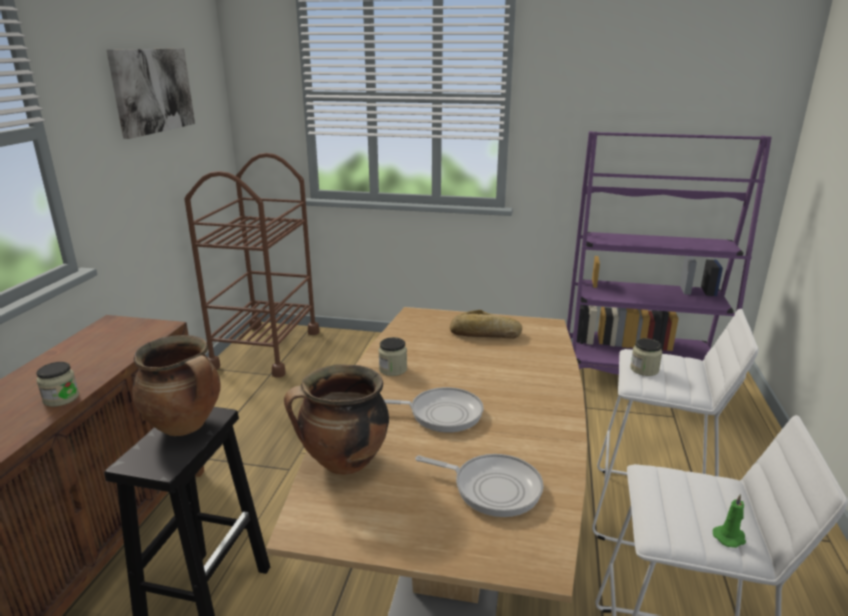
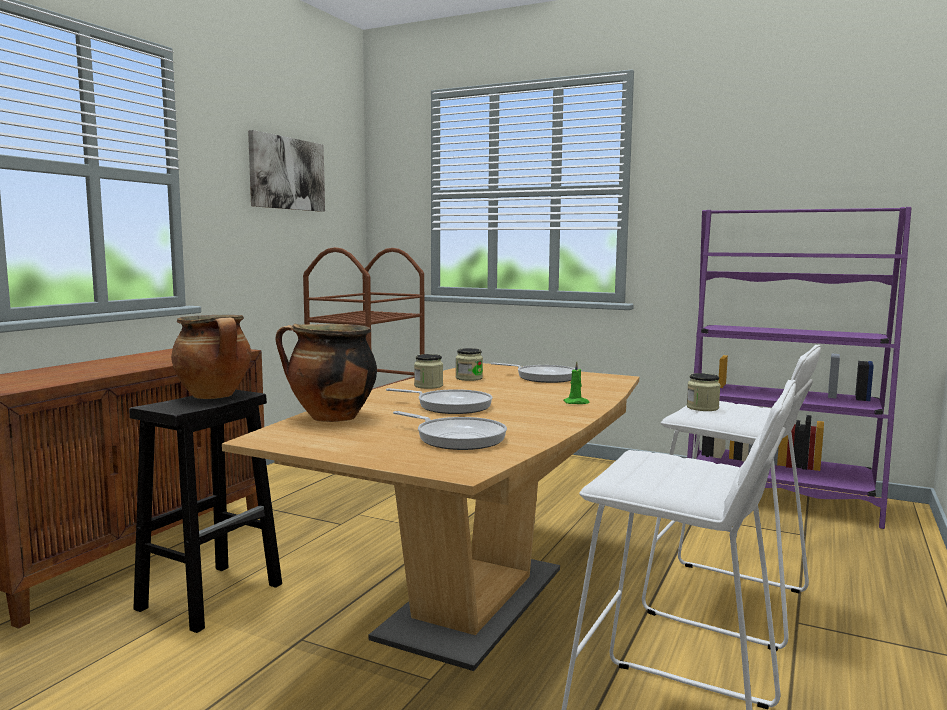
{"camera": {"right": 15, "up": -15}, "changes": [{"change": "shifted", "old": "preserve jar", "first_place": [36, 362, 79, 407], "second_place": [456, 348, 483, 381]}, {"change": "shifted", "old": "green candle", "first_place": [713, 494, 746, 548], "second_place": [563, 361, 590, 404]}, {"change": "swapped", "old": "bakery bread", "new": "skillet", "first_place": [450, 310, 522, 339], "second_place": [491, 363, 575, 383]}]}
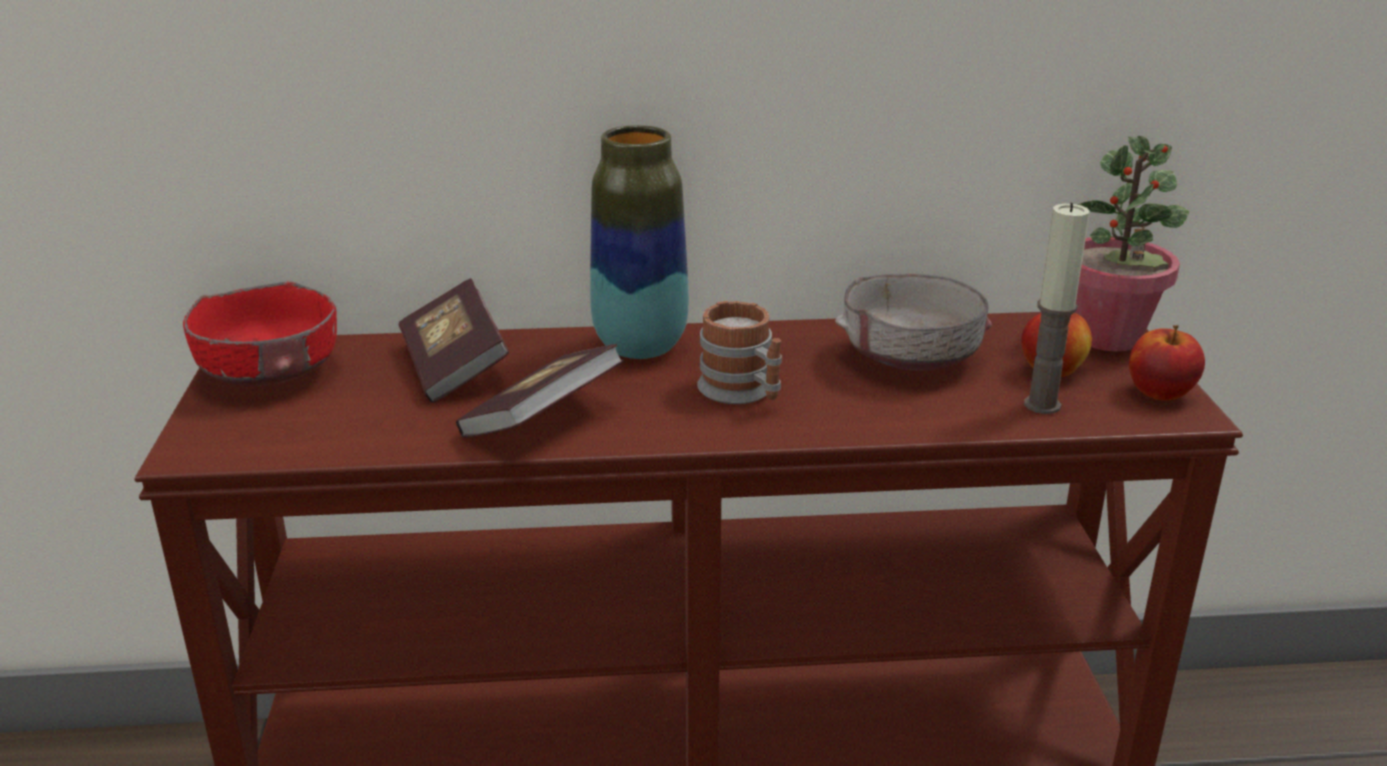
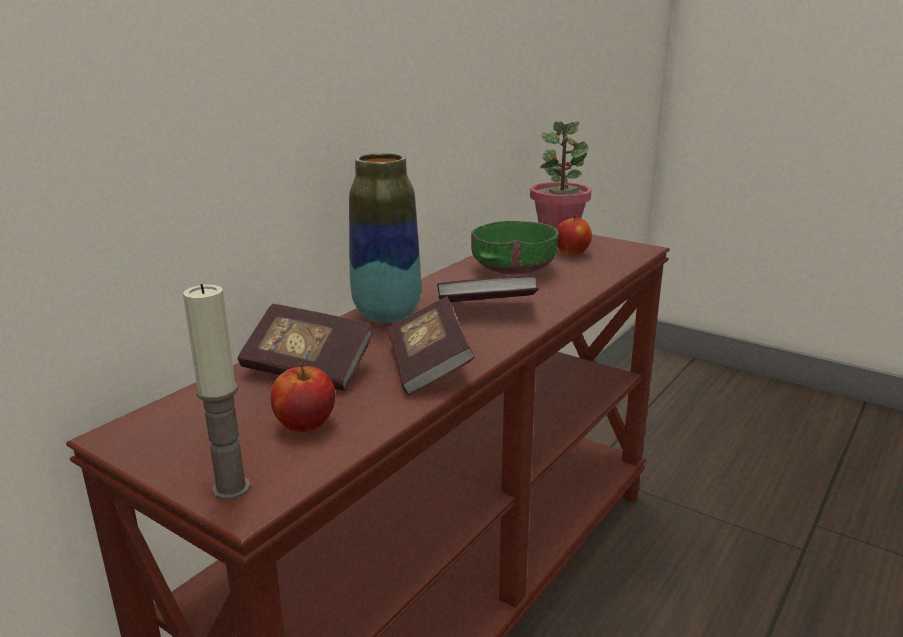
{"camera": {"right": -50, "up": -5}, "changes": [{"change": "gone", "old": "red serving bowl", "first_place": [183, 281, 337, 386]}, {"change": "shifted", "old": "candle", "first_place": [1024, 203, 1090, 414], "second_place": [183, 284, 250, 500]}, {"change": "shifted", "old": "apple fruit", "first_place": [1129, 325, 1205, 401], "second_place": [270, 362, 336, 432]}, {"change": "swapped", "old": "mug", "new": "book", "first_place": [697, 301, 782, 404], "second_place": [437, 276, 539, 302]}, {"change": "repainted", "old": "grey serving bowl", "new": "green serving bowl", "first_place": [835, 274, 992, 371], "second_place": [471, 221, 559, 274]}]}
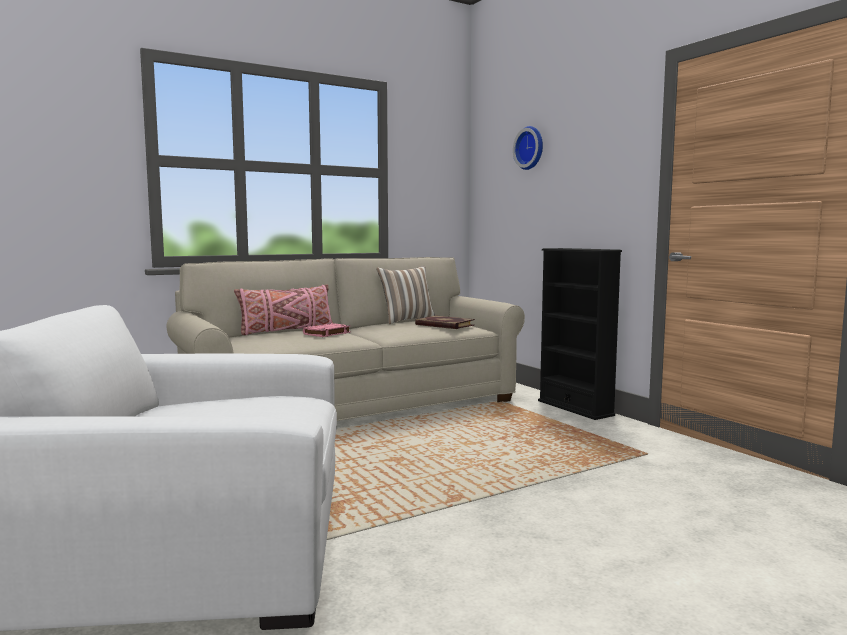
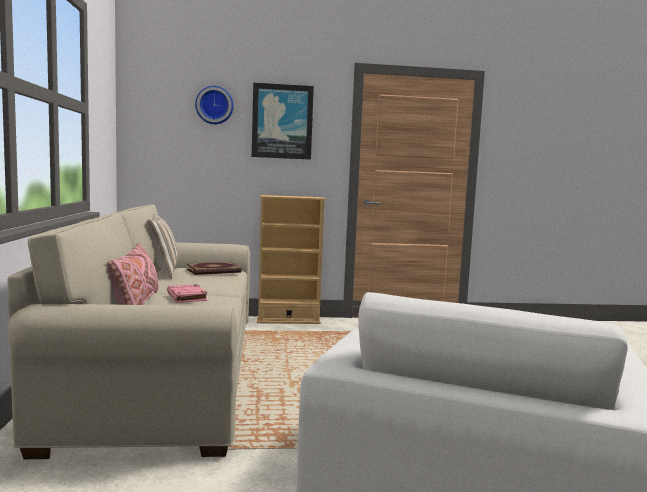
{"camera": {"right": -65, "up": 0}, "changes": [{"change": "new", "new": "wall art", "second_place": [252, 83, 314, 160]}, {"change": "repainted", "old": "black-coloured shelving unit", "new": "sand-coloured shelving unit", "first_place": [538, 248, 622, 420], "second_place": [257, 195, 326, 324]}]}
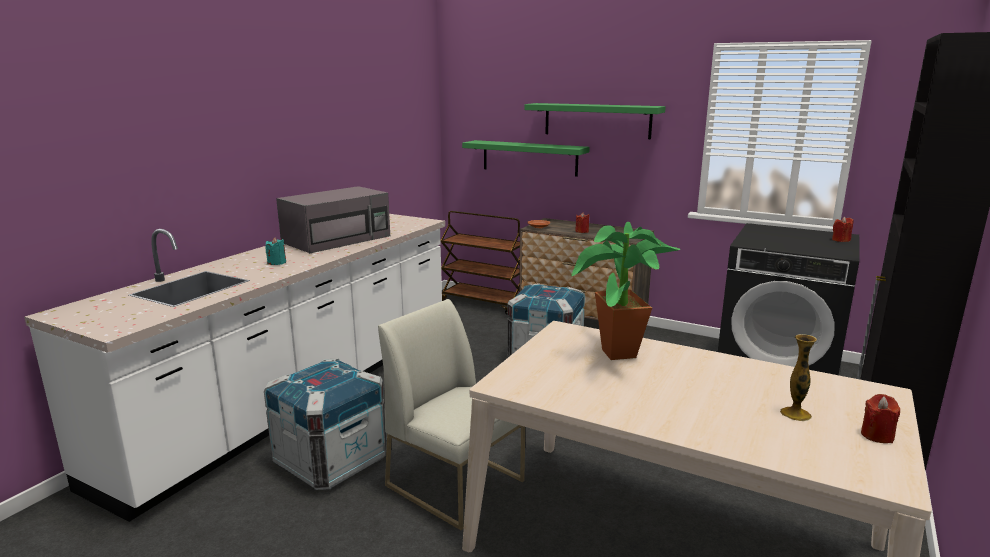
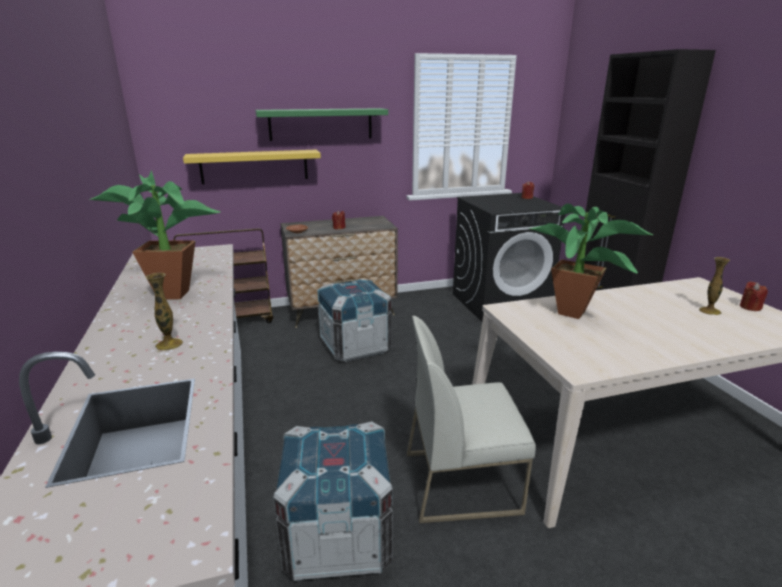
{"camera": {"right": -45, "up": 5}, "changes": [{"change": "swapped", "old": "blue-green candle", "new": "decorative vase", "first_place": [265, 237, 286, 265], "second_place": [146, 273, 183, 351]}, {"change": "swapped", "old": "grey kitchen microwave", "new": "potted plant", "first_place": [276, 186, 390, 253], "second_place": [90, 170, 221, 299]}, {"change": "repainted", "old": "green shelf", "new": "yellow shelf", "first_place": [462, 140, 590, 177], "second_place": [183, 150, 321, 184]}]}
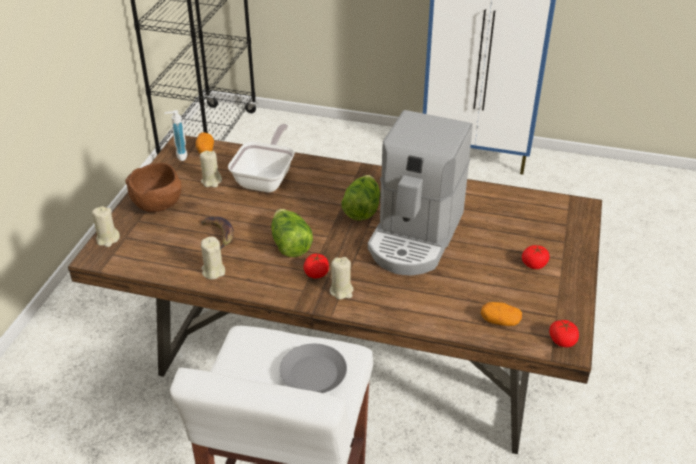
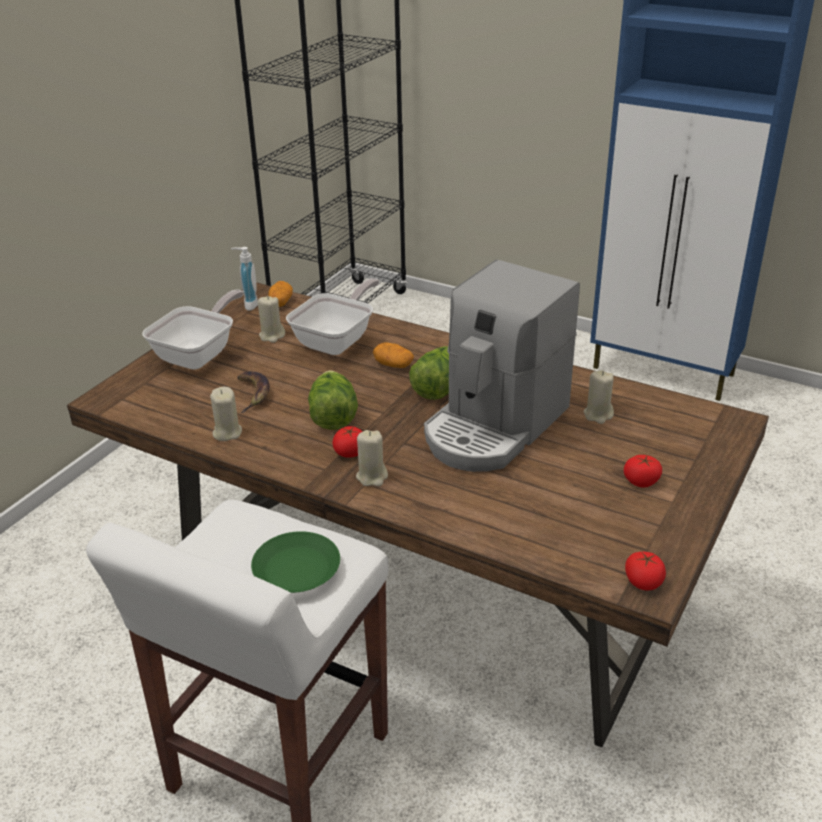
{"camera": {"right": 15, "up": -5}, "changes": [{"change": "shifted", "old": "sand-coloured candle", "first_place": [92, 206, 120, 247], "second_place": [583, 370, 614, 424]}, {"change": "shifted", "old": "whole potato", "first_place": [481, 302, 522, 326], "second_place": [373, 342, 414, 368]}, {"change": "swapped", "old": "brown-coloured serving bowl", "new": "skillet", "first_place": [125, 163, 182, 212], "second_place": [142, 290, 244, 370]}, {"change": "repainted", "old": "grey flat dish", "new": "green flat dish", "first_place": [280, 344, 347, 393], "second_place": [251, 531, 340, 593]}]}
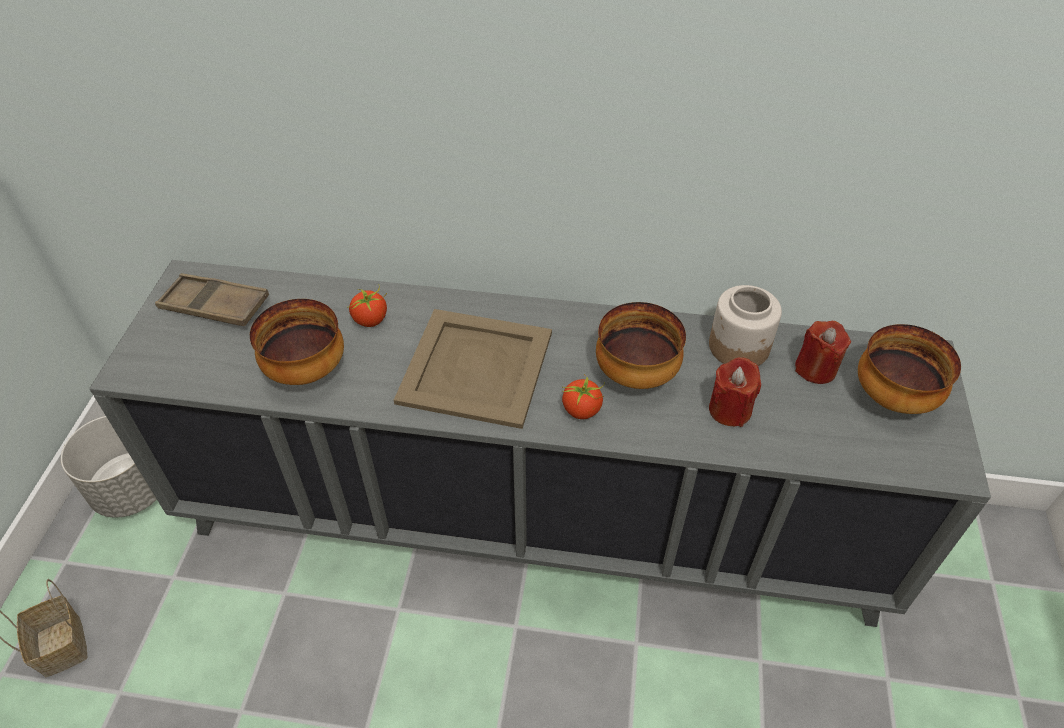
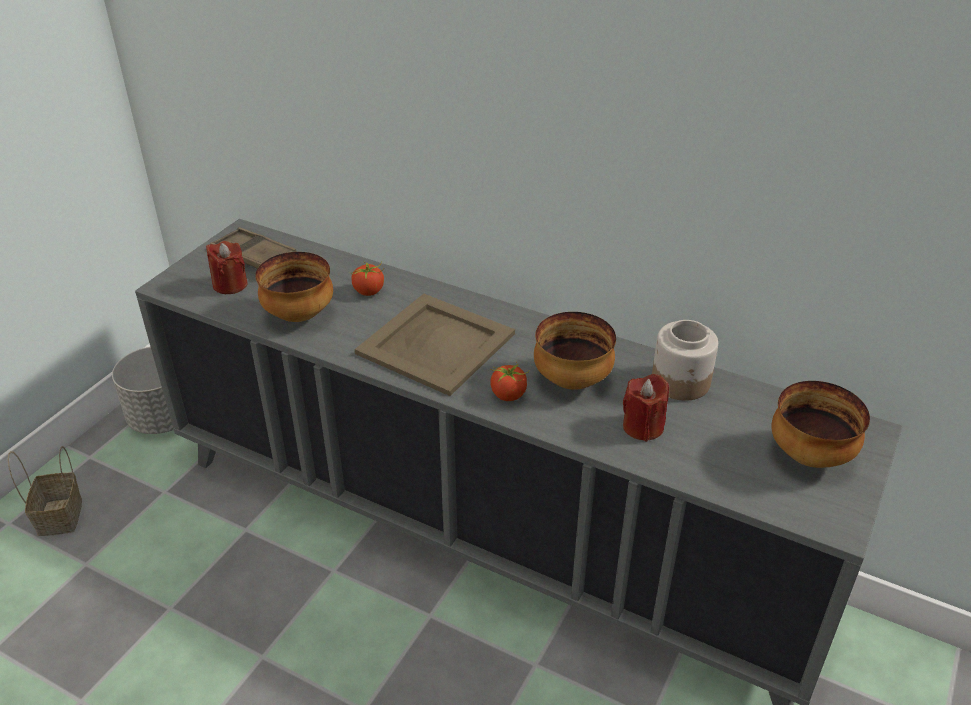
{"camera": {"right": 20, "up": -10}, "changes": [{"change": "shifted", "old": "red candle", "first_place": [795, 321, 851, 384], "second_place": [206, 241, 247, 294]}]}
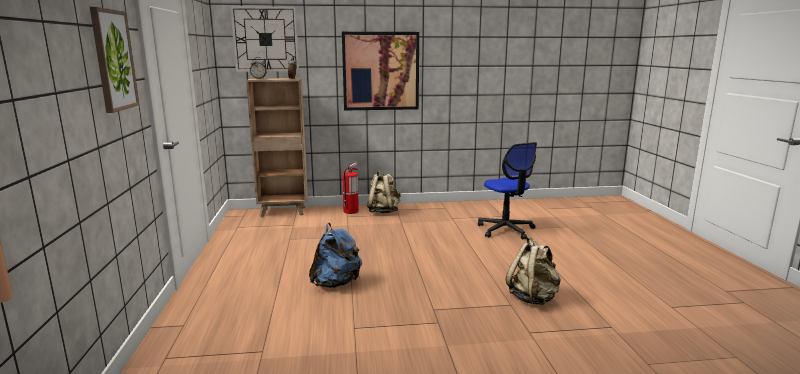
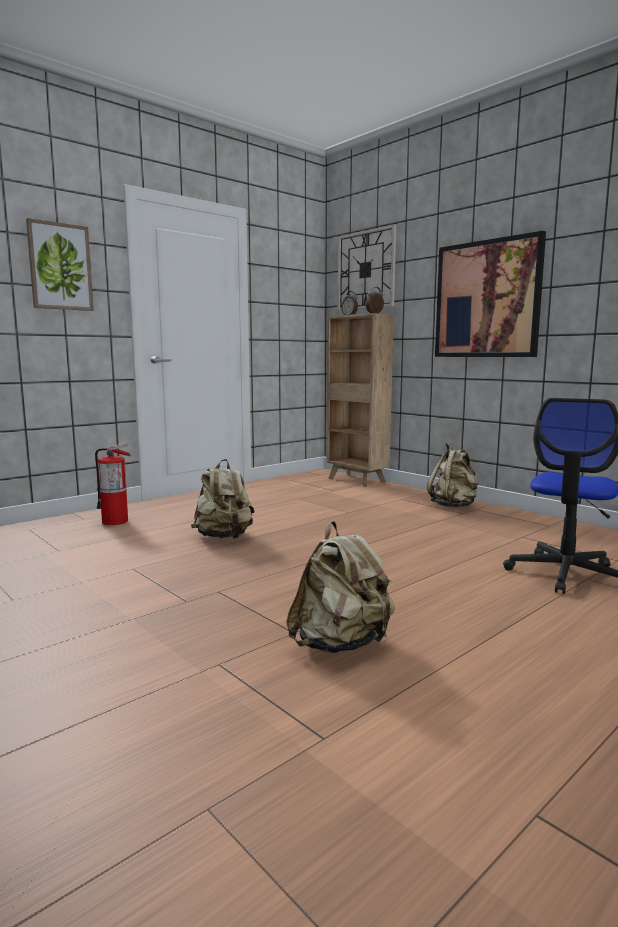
{"camera": {"right": 55, "up": -5}, "changes": [{"change": "shifted", "old": "extinguisher", "first_place": [342, 163, 359, 214], "second_place": [95, 443, 131, 525]}, {"change": "repainted", "old": "bluish rucksack", "new": "sand-coloured rucksack", "first_place": [309, 223, 362, 288], "second_place": [191, 459, 255, 539]}]}
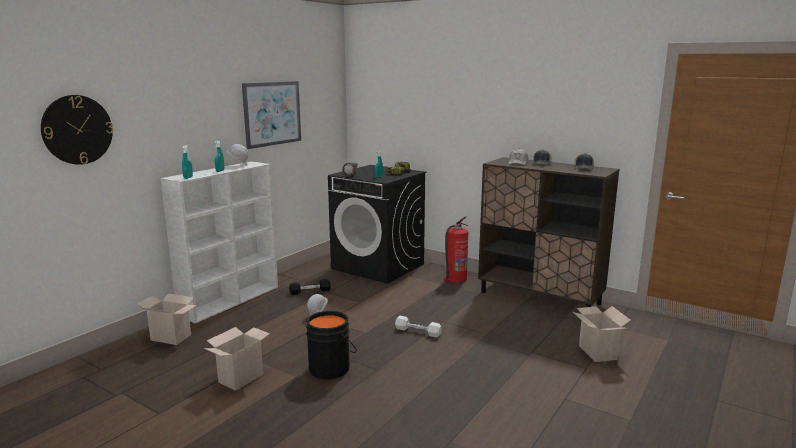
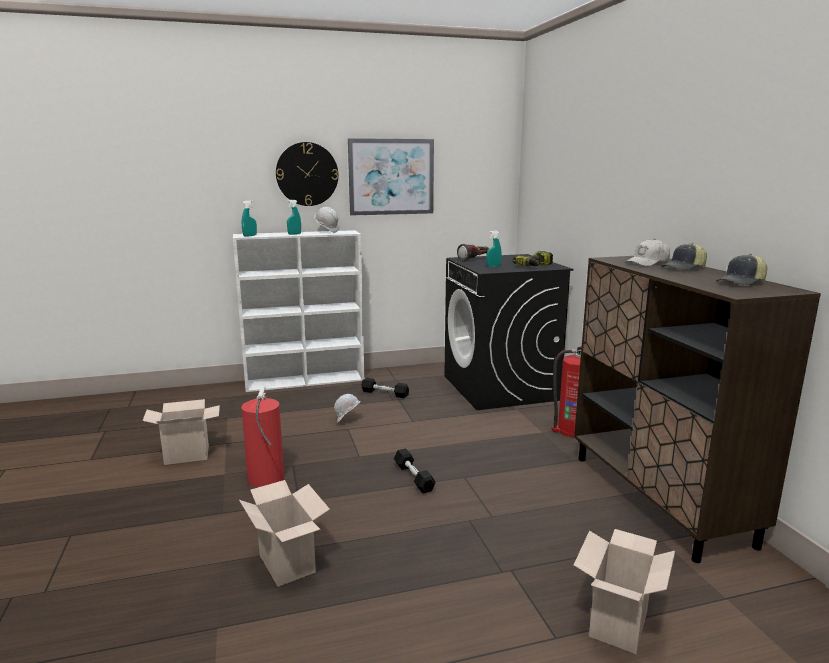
{"camera": {"right": 40, "up": 0}, "changes": [{"change": "shifted", "old": "wall clock", "first_place": [41, 95, 113, 165], "second_place": [276, 142, 338, 206]}, {"change": "shifted", "old": "carton", "first_place": [138, 294, 197, 345], "second_place": [239, 480, 330, 586]}, {"change": "swapped", "old": "black-coloured pail", "new": "extinguisher", "first_place": [306, 311, 357, 379], "second_place": [241, 386, 284, 488]}, {"change": "repainted", "old": "white hand weight", "new": "black-coloured hand weight", "first_place": [395, 316, 442, 338], "second_place": [394, 448, 436, 493]}]}
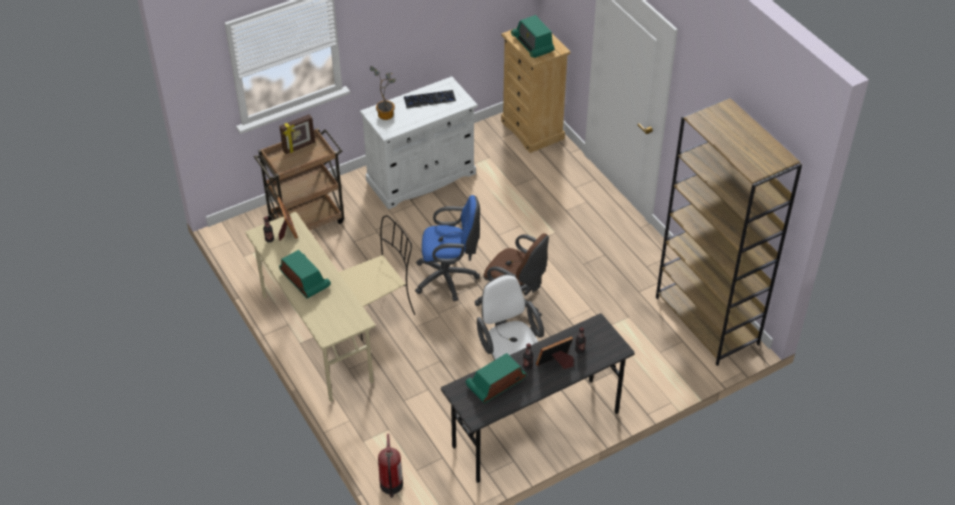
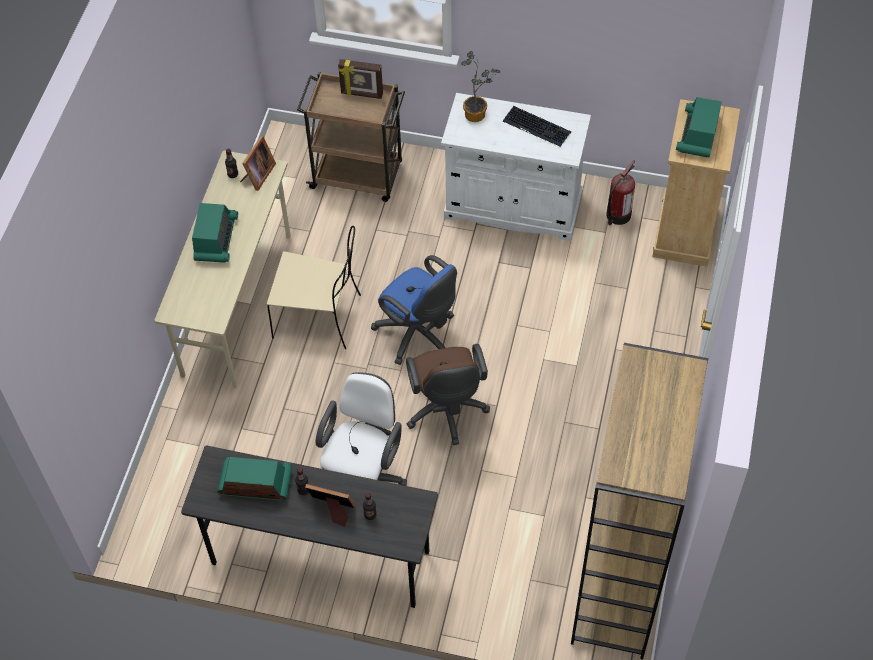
{"camera": {"right": 45, "up": 10}, "changes": [{"change": "shifted", "old": "extinguisher", "first_place": [378, 434, 403, 498], "second_place": [606, 160, 635, 225]}]}
